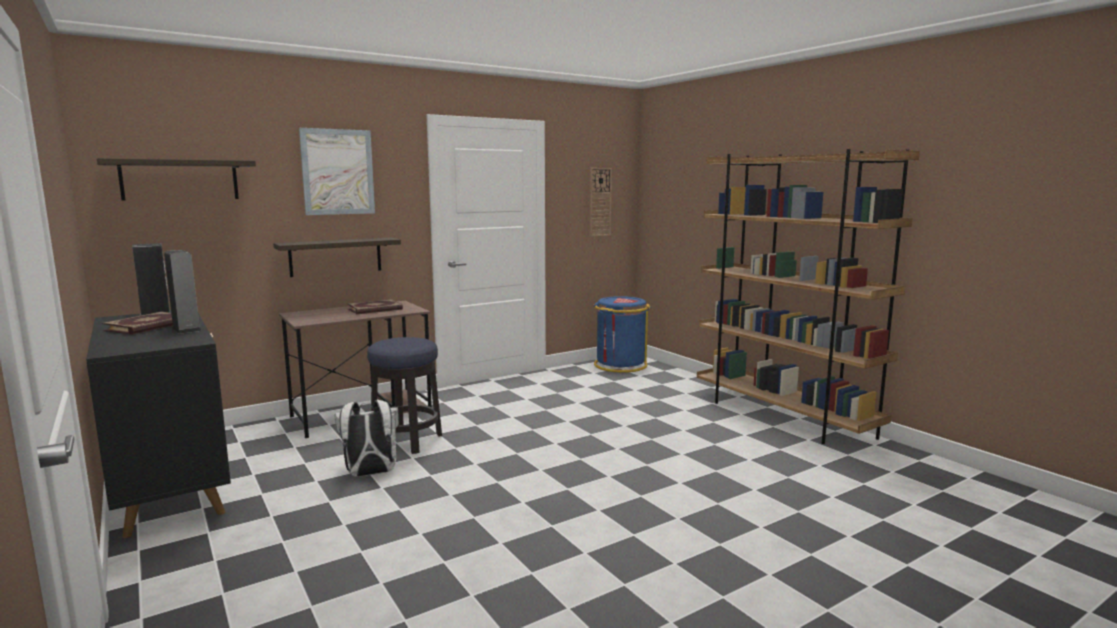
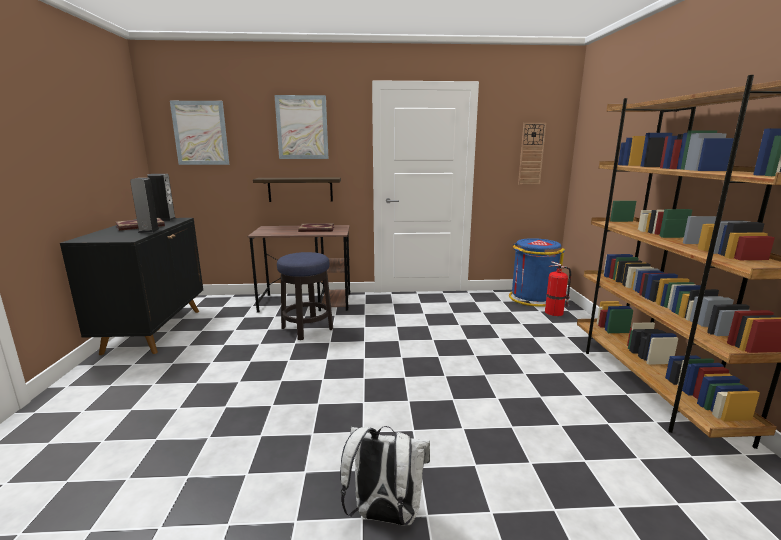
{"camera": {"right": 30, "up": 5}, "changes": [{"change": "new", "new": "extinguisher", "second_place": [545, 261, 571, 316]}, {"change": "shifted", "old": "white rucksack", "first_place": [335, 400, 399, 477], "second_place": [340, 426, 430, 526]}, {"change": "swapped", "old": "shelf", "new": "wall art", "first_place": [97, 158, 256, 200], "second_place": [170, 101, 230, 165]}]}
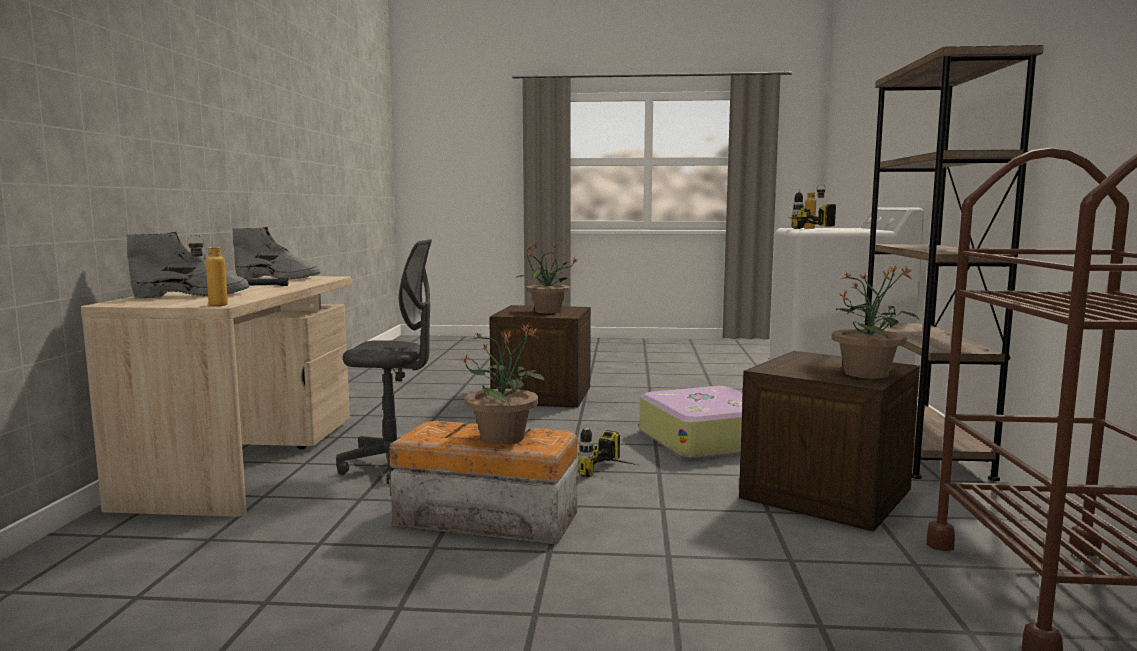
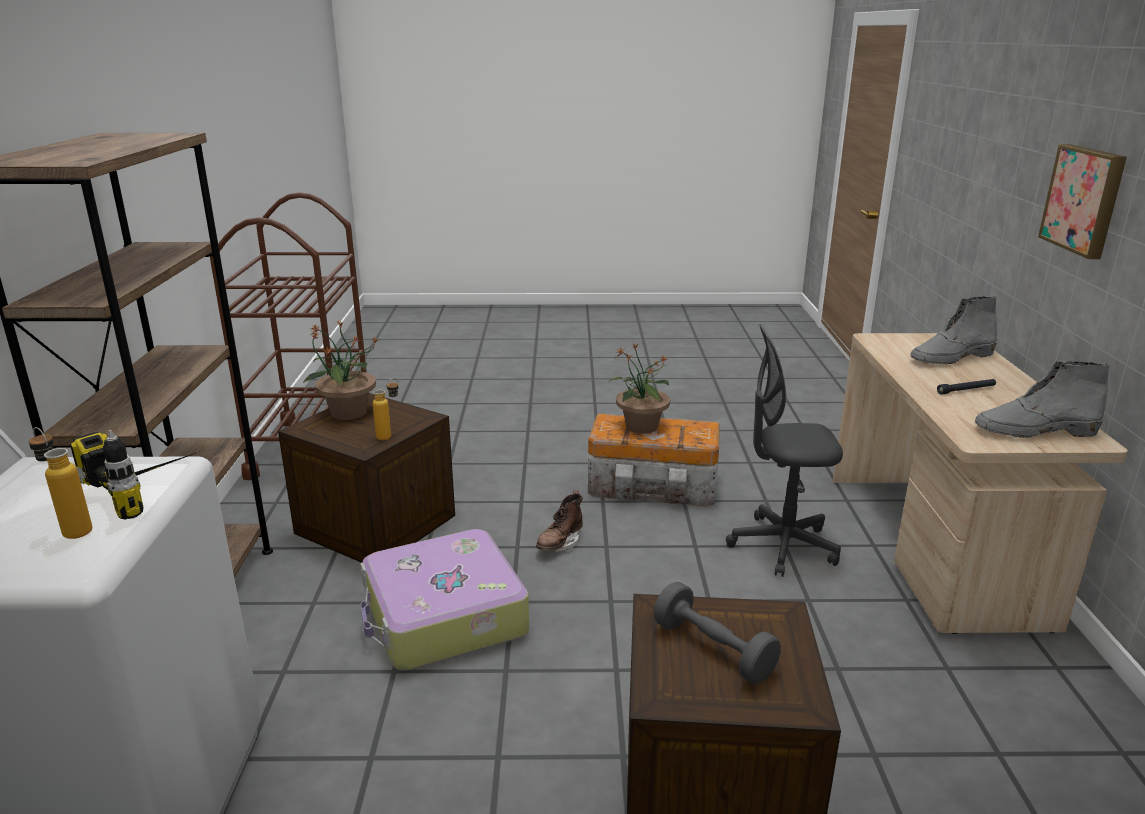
{"camera": {"right": 175, "up": 15}, "changes": [{"change": "new", "new": "wall art", "second_place": [1038, 144, 1127, 259]}, {"change": "shifted", "old": "drink bottle", "first_place": [187, 234, 228, 306], "second_place": [373, 378, 399, 440]}, {"change": "swapped", "old": "potted plant", "new": "grey hand weight", "first_place": [517, 243, 578, 313], "second_place": [654, 582, 781, 684]}, {"change": "swapped", "old": "power drill", "new": "brown-coloured boot", "first_place": [578, 424, 637, 477], "second_place": [536, 490, 583, 552]}]}
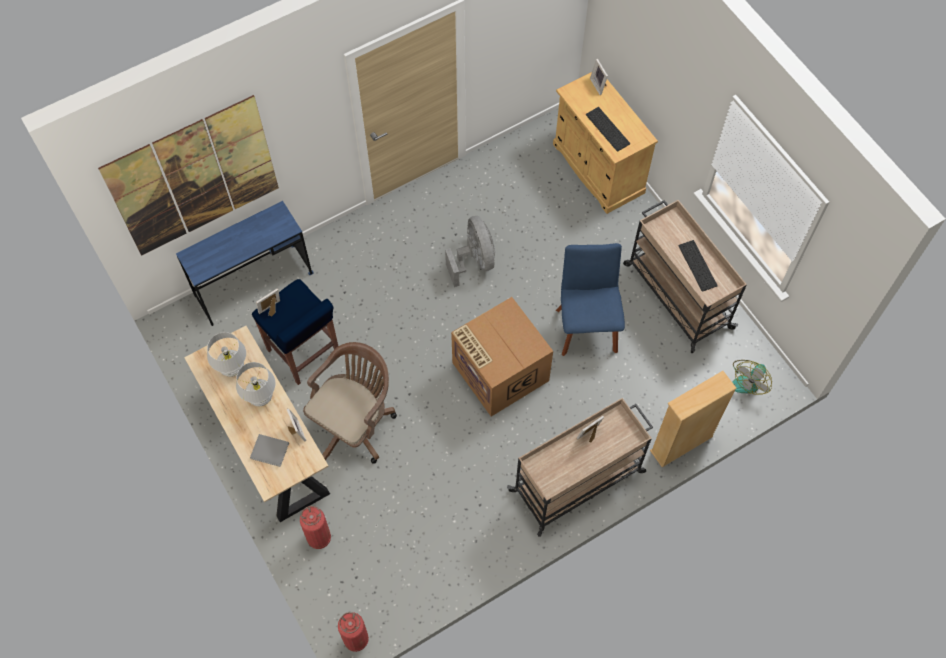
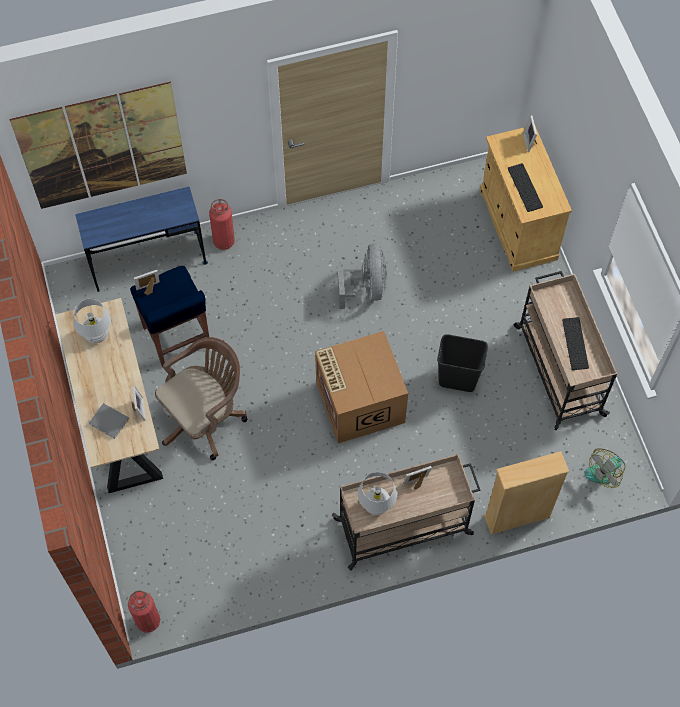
{"camera": {"right": 15, "up": 0}, "changes": [{"change": "shifted", "old": "white tabletop lamp", "first_place": [236, 362, 275, 406], "second_place": [358, 472, 397, 515]}, {"change": "shifted", "old": "extinguisher", "first_place": [300, 506, 331, 549], "second_place": [209, 199, 235, 250]}, {"change": "swapped", "old": "bluish chair", "new": "black-coloured waste bin", "first_place": [556, 243, 625, 356], "second_place": [437, 334, 488, 392]}]}
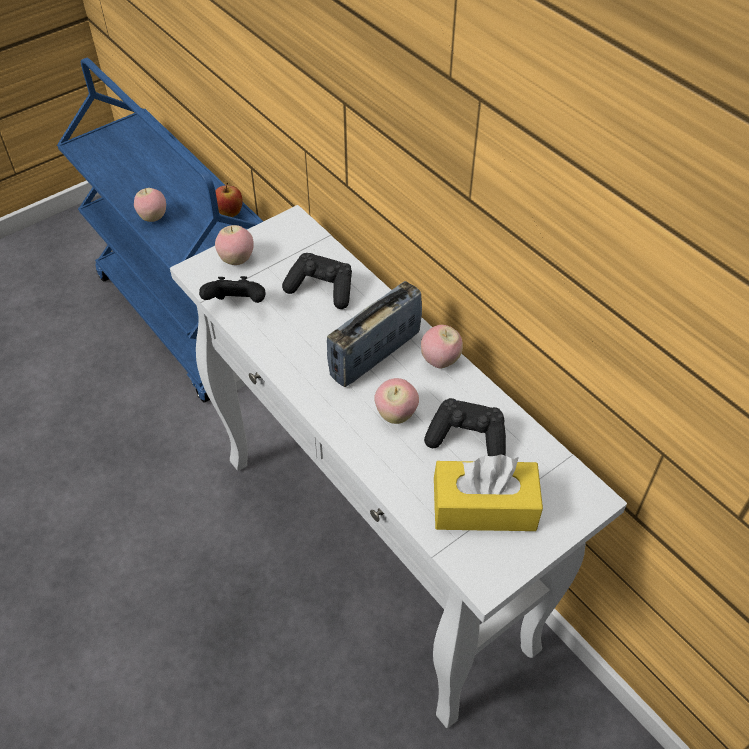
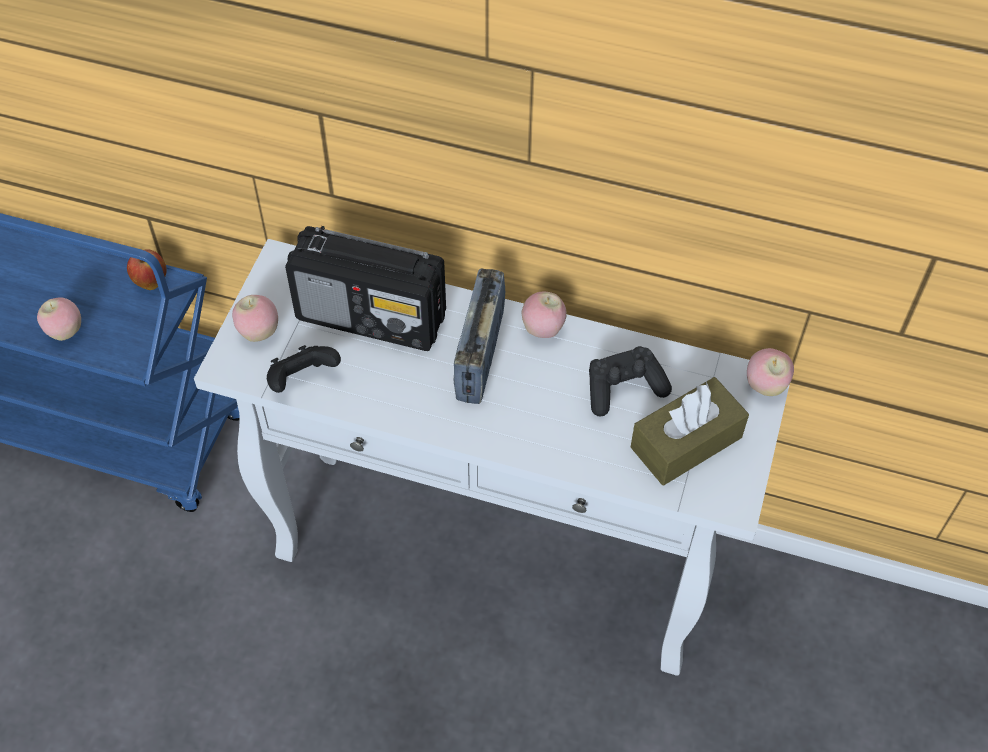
{"camera": {"right": -35, "up": 5}, "changes": [{"change": "shifted", "old": "apple fruit", "first_place": [374, 378, 419, 424], "second_place": [747, 348, 794, 396]}, {"change": "swapped", "old": "black-coloured game controller", "new": "radio receiver", "first_place": [282, 253, 352, 309], "second_place": [285, 226, 446, 351]}, {"change": "repainted", "old": "yellow tissue box", "new": "brown-coloured tissue box", "first_place": [434, 454, 543, 531], "second_place": [631, 377, 749, 485]}]}
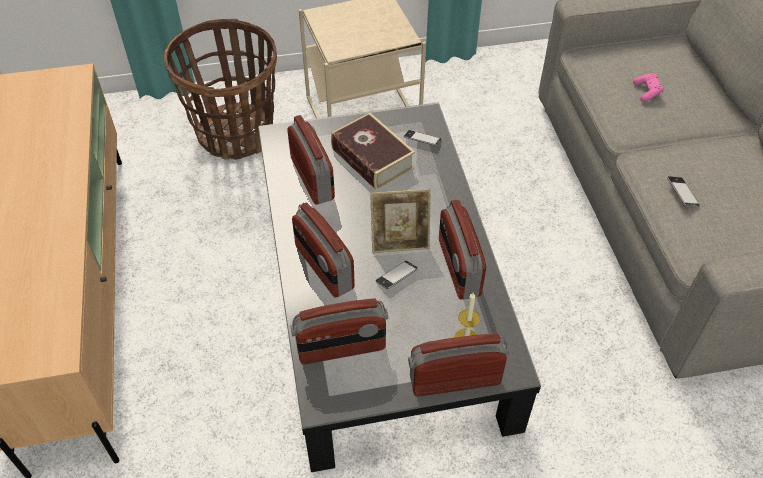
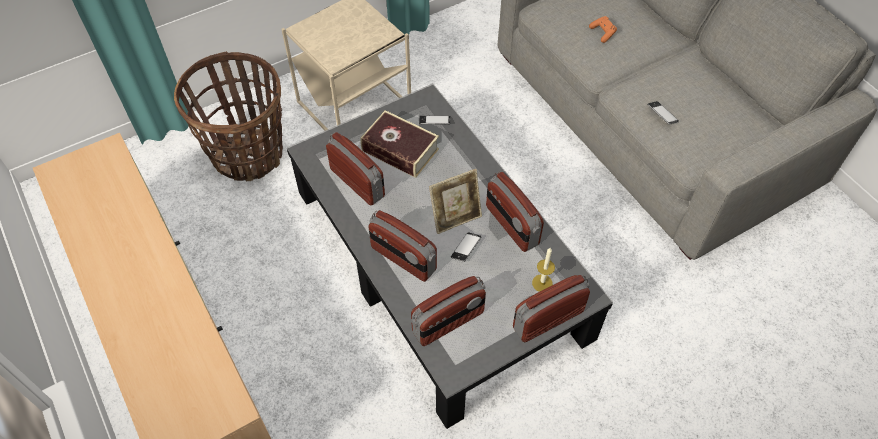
{"camera": {"right": -20, "up": 5}, "changes": [{"change": "repainted", "old": "pink-coloured game controller", "new": "orange-coloured game controller", "first_place": [633, 73, 664, 102], "second_place": [589, 16, 617, 43]}]}
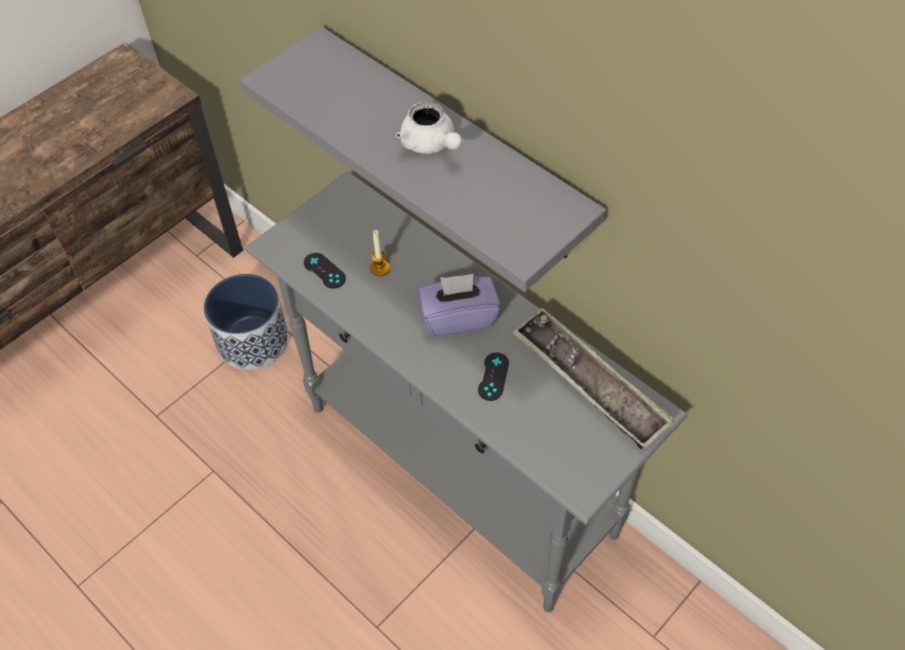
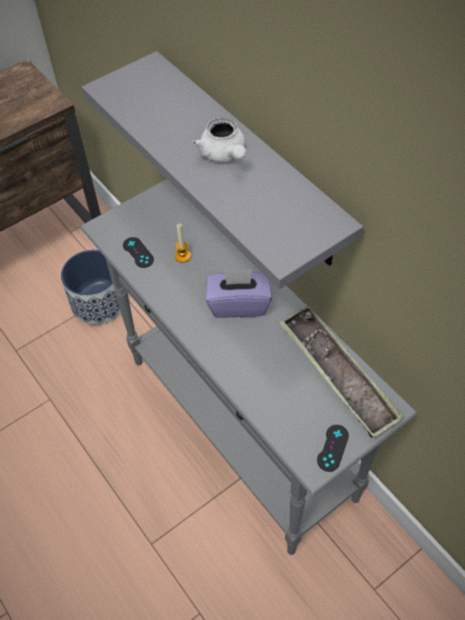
{"camera": {"right": 10, "up": 0}, "changes": [{"change": "shifted", "old": "black-coloured game controller", "first_place": [478, 353, 509, 401], "second_place": [317, 425, 349, 472]}]}
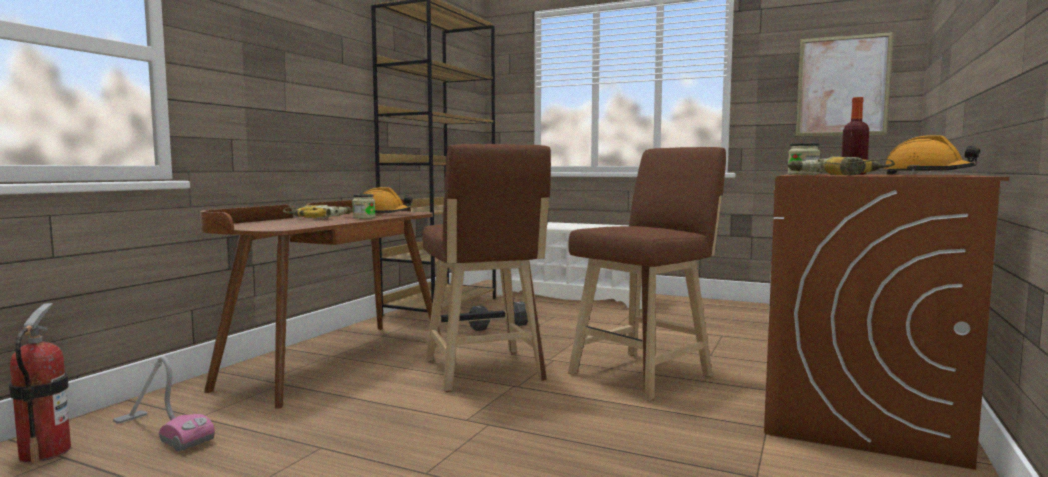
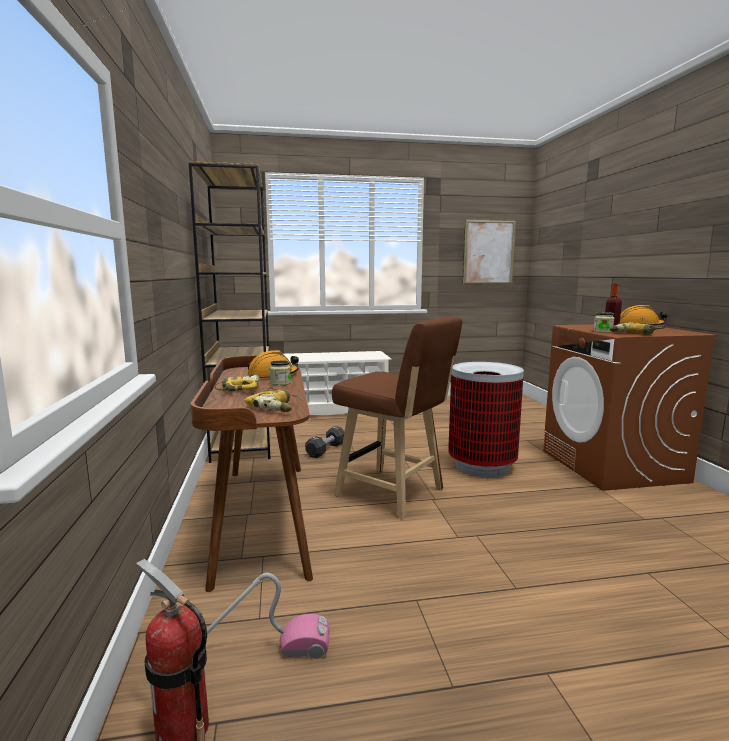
{"camera": {"right": -35, "up": 5}, "changes": [{"change": "new", "new": "power drill", "second_place": [244, 387, 303, 412]}, {"change": "swapped", "old": "brown-coloured stool", "new": "waste bin", "first_place": [568, 147, 726, 401], "second_place": [448, 362, 524, 477]}]}
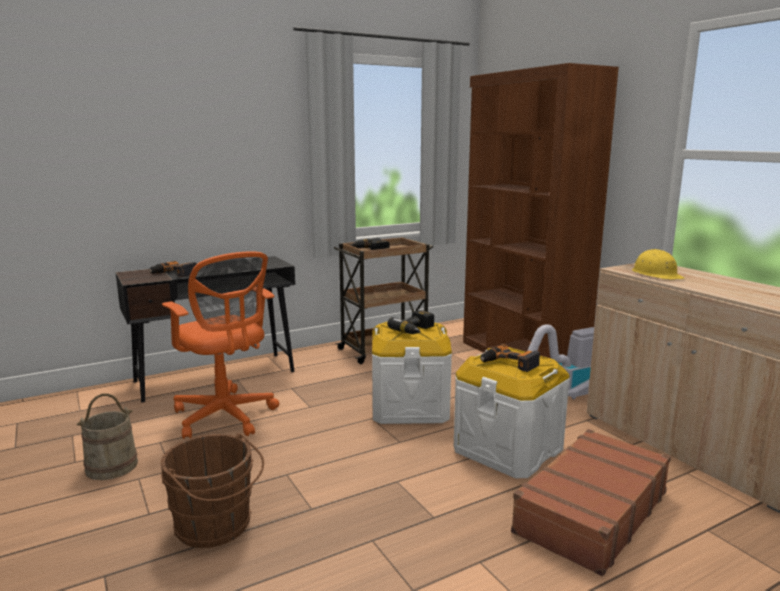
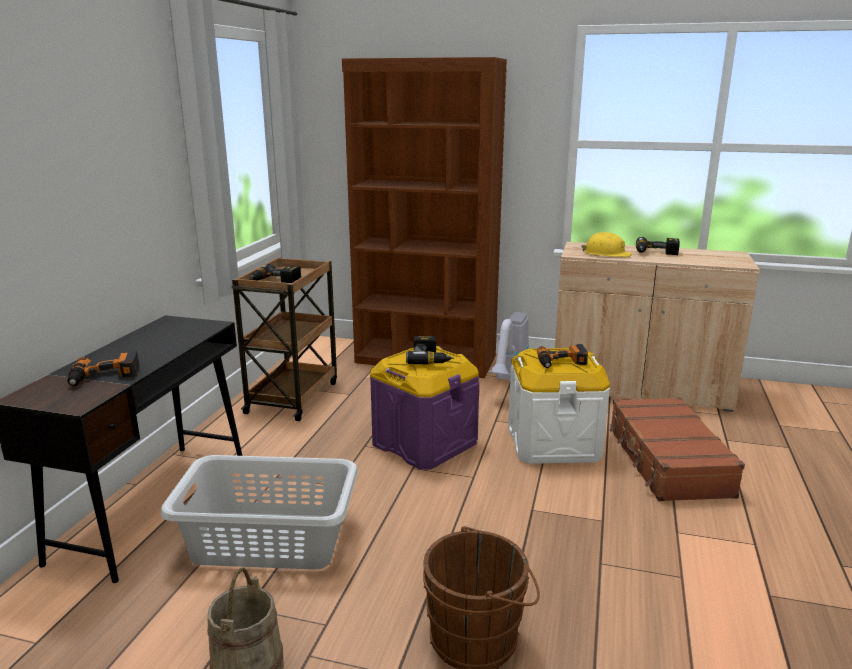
{"camera": {"right": -45, "up": 5}, "changes": [{"change": "new", "new": "power drill", "second_place": [636, 237, 680, 255]}, {"change": "swapped", "old": "orange-coloured office chair", "new": "grey laundry basket", "first_place": [162, 251, 279, 439], "second_place": [160, 455, 358, 570]}, {"change": "repainted", "old": "white storage bin", "new": "purple storage bin", "first_place": [372, 322, 452, 424], "second_place": [370, 346, 479, 470]}]}
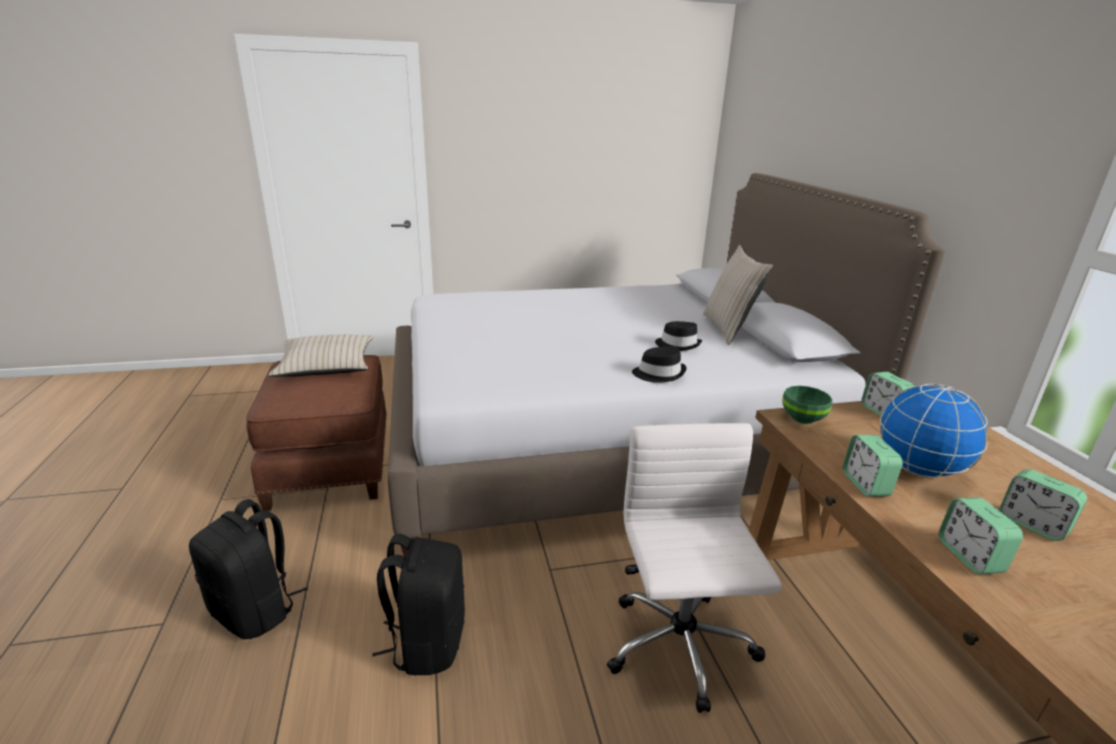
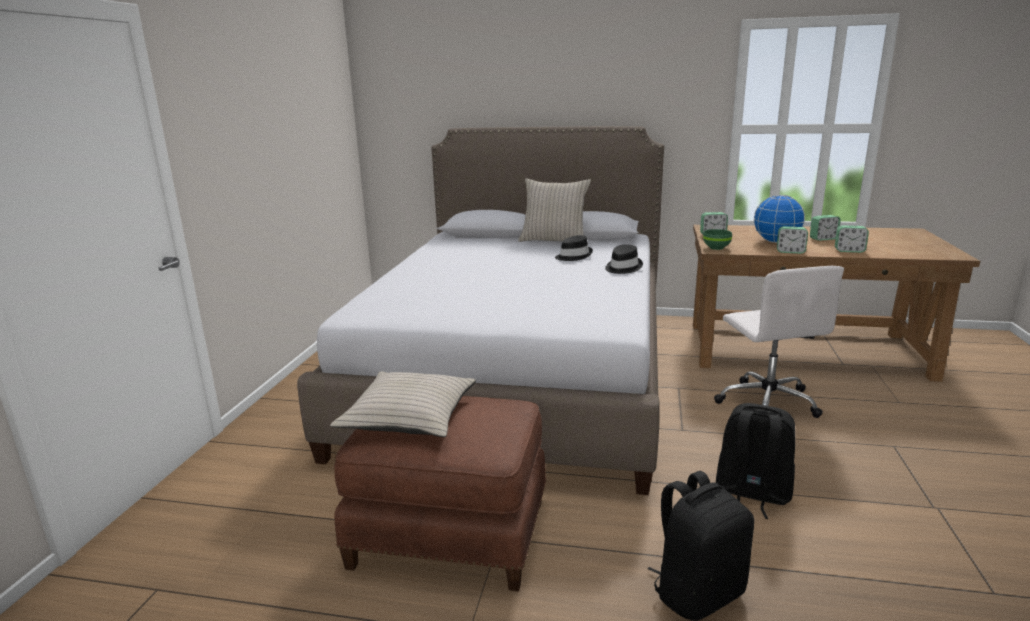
{"camera": {"right": -65, "up": -5}, "changes": [{"change": "rotated", "old": "white office chair", "first_place": [607, 423, 782, 713], "second_place": [714, 266, 844, 418], "degrees": -120}]}
